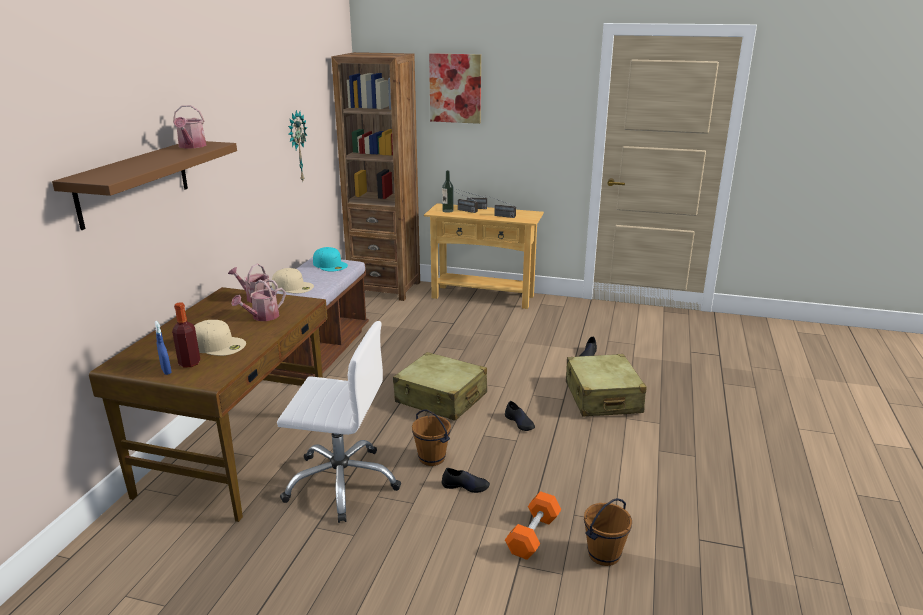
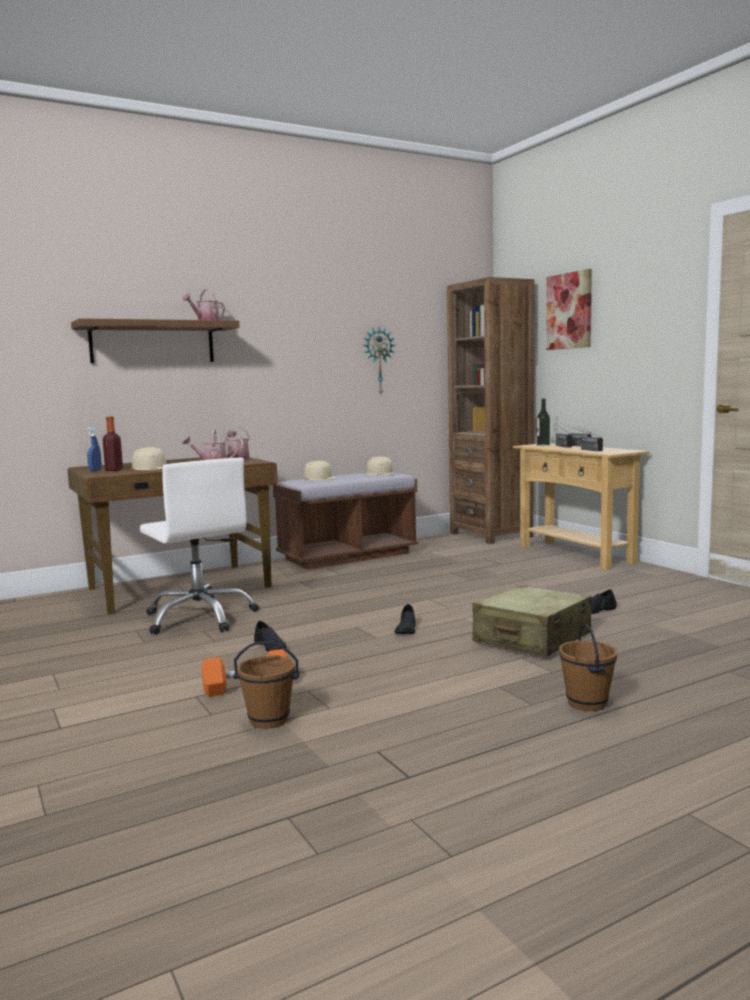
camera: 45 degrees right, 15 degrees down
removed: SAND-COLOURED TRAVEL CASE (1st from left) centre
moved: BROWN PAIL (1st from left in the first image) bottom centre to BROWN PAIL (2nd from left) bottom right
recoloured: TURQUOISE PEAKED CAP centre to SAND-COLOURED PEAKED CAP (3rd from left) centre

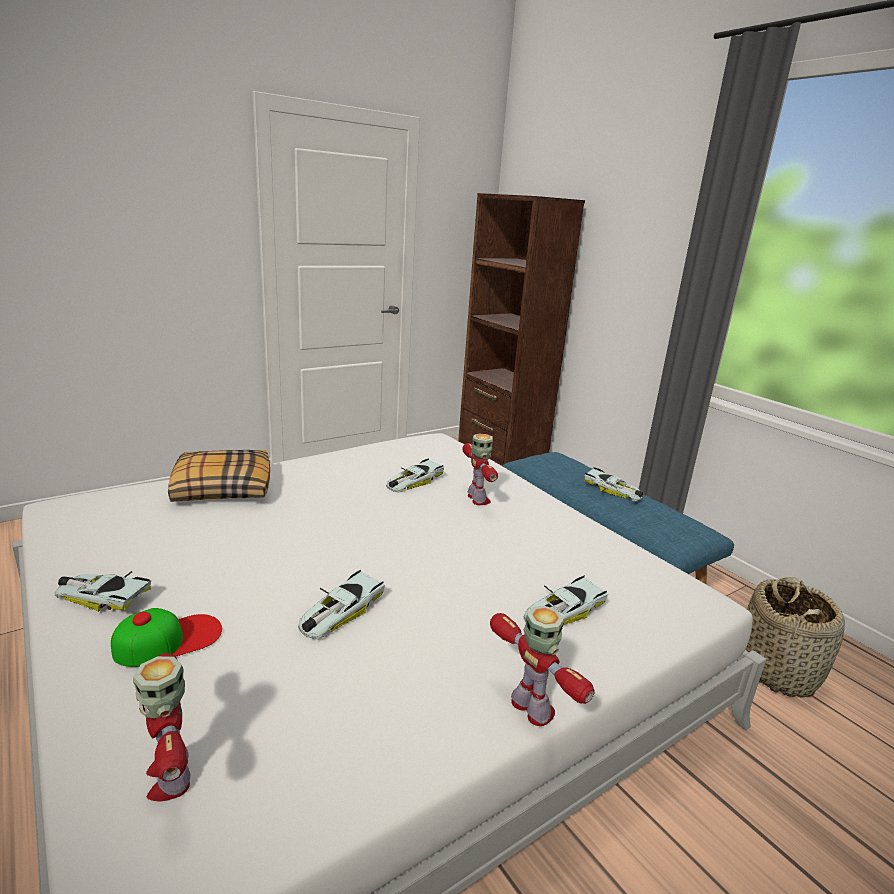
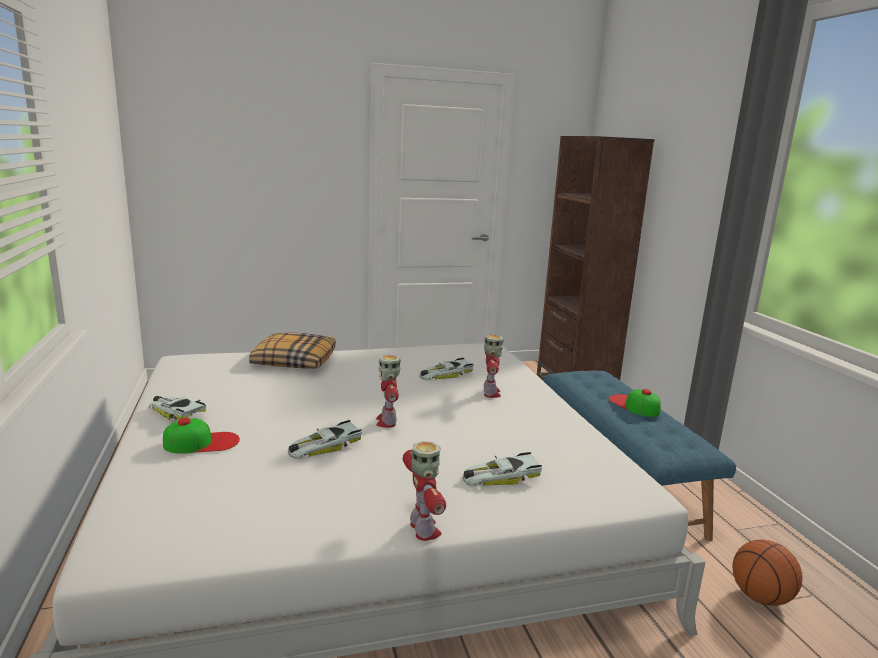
camera: 20 degrees right, 5 degrees down
moved: TOY ROBOT (1st from left) bottom left to centre
replaced: TOY CAR (5th from left) middle right to PEAKED CAP (2nd from left) middle right; STORAGE BASKET bottom right to BASKETBALL bottom right

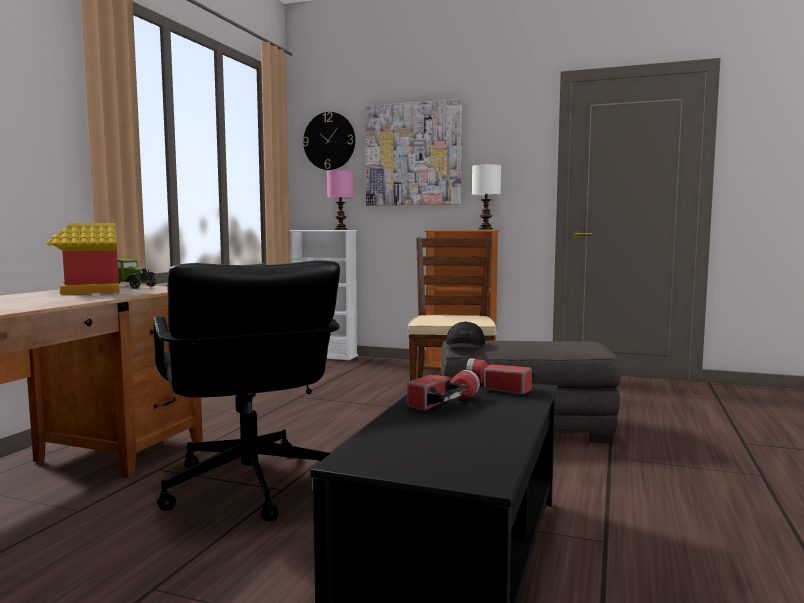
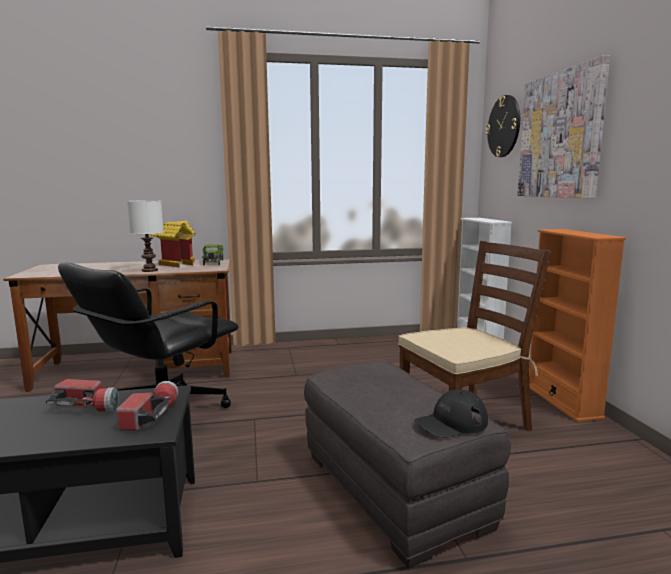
camera: 60 degrees right, 5 degrees up
removed: PINK-COLOURED TABLETOP LAMP top centre
moved: BLACK PEAKED CAP centre to bottom right; WHITE-COLOURED TABLETOP LAMP top centre to middle left

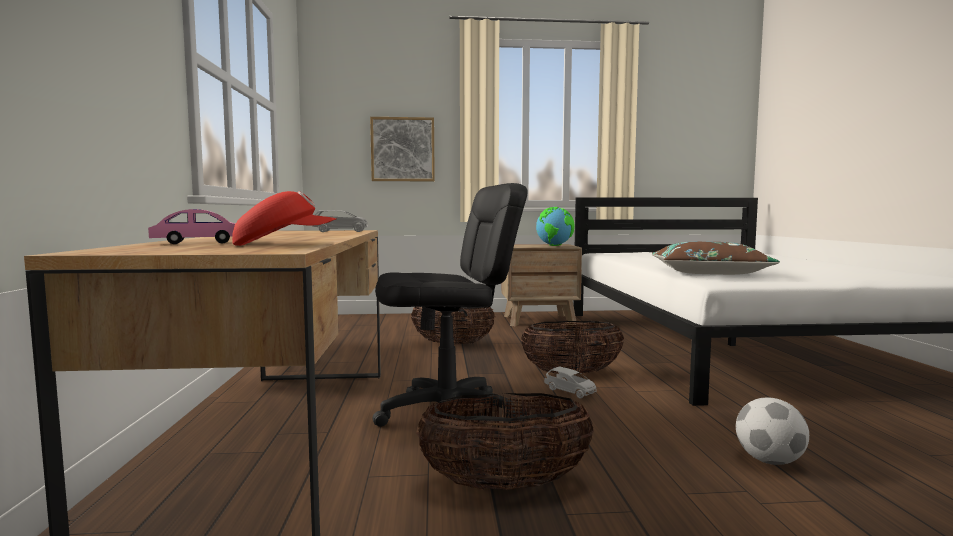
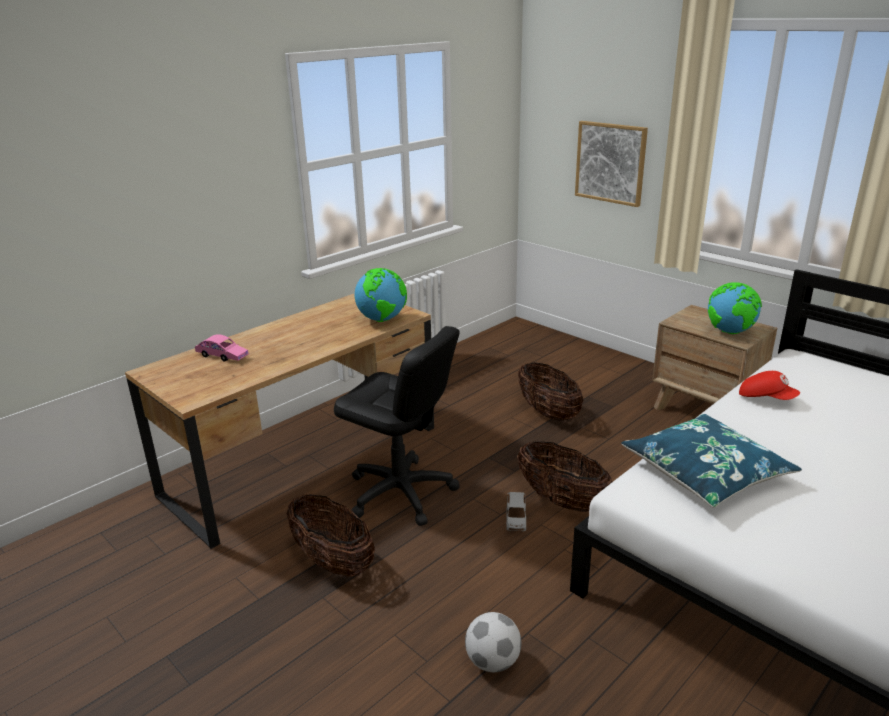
camera: 50 degrees right, 20 degrees up
moved: RED-COLOURED PEAKED CAP middle left to middle right
replaced: GREY TOY CAR (1st from left) centre to GLOBE (1st from left) centre
recoloured: BROWN CUSHION middle right to BLUISH CUSHION middle right

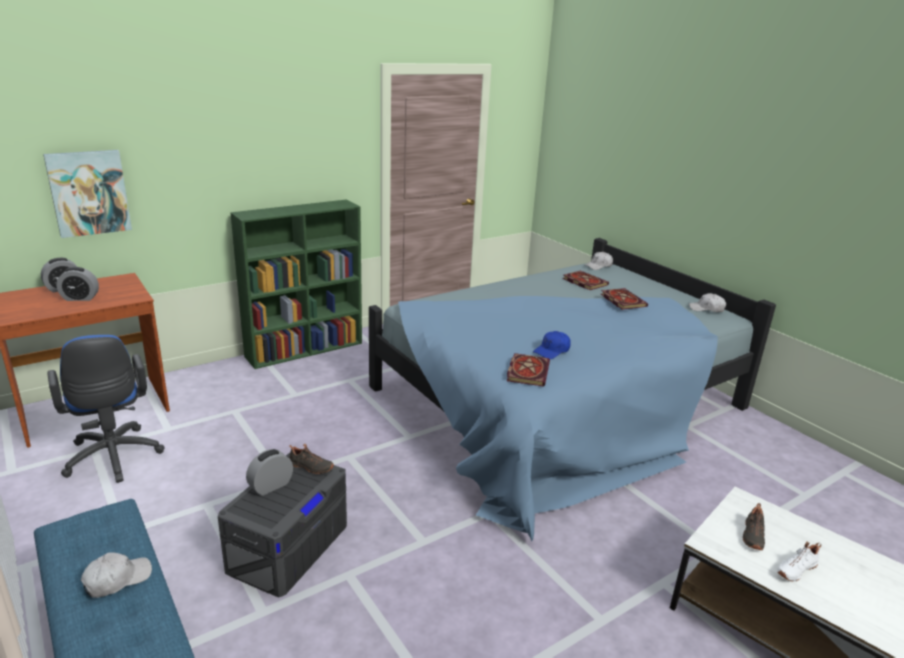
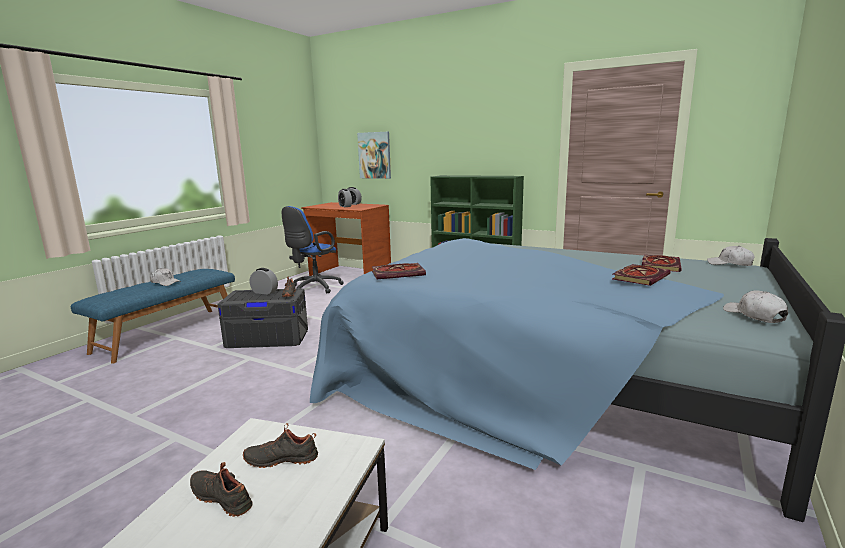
camera: 65 degrees right, 10 degrees down
removed: BLUISH PEAKED CAP centre
recoloured: WHITE-COLOURED SHOE bottom right to BLACK SHOE (1st from left) bottom left

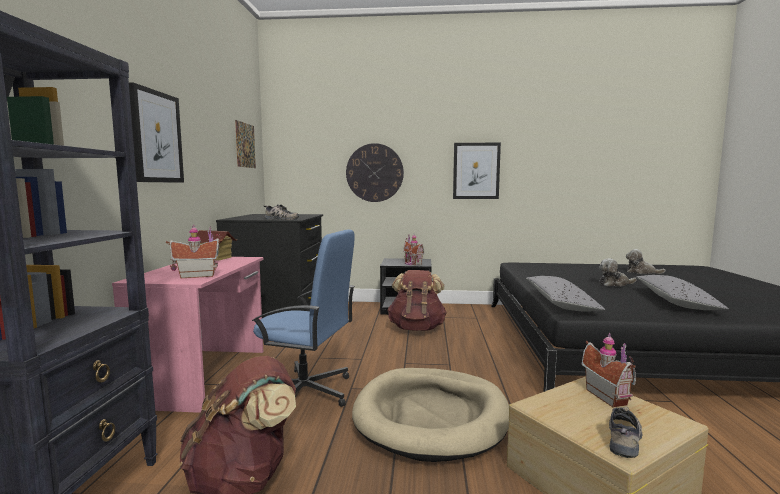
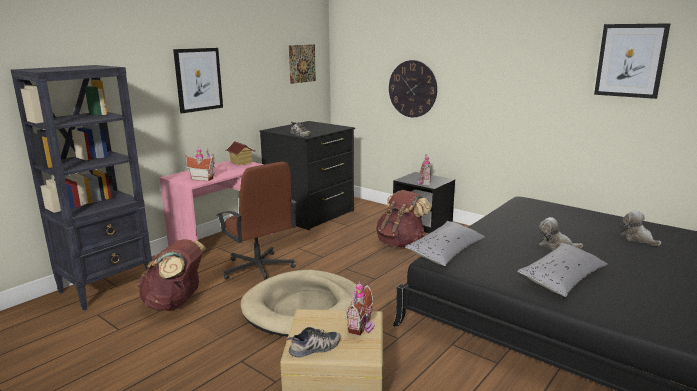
camera: 35 degrees right, 10 degrees up
moved: WALL PICTURE (3rd from left) centre to top right
recoloured: BLUISH COMPUTER CHAIR centre to BROWN COMPUTER CHAIR centre

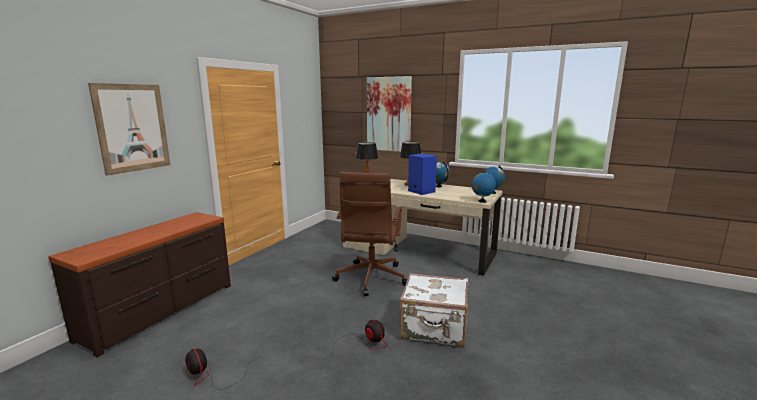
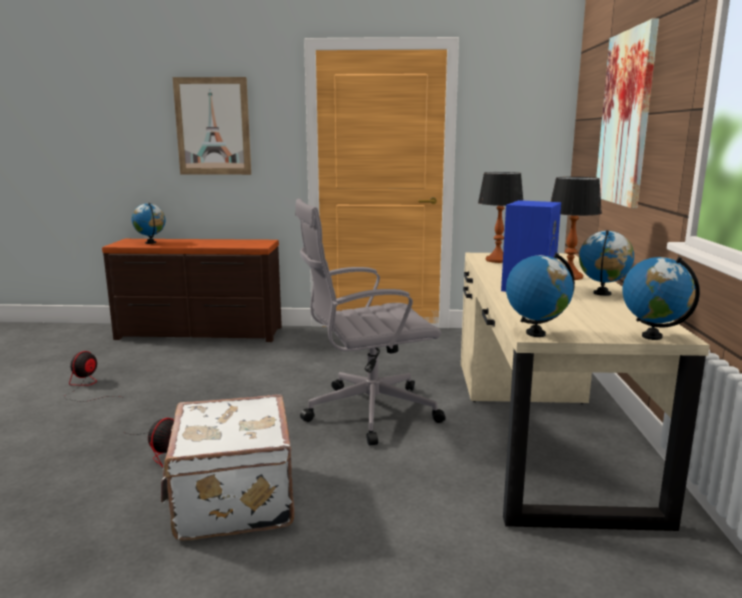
camera: 65 degrees right, 0 degrees up
added: GLOBE (1st from left) middle left
recoloured: BROWN COMPUTER CHAIR centre to GREY COMPUTER CHAIR centre

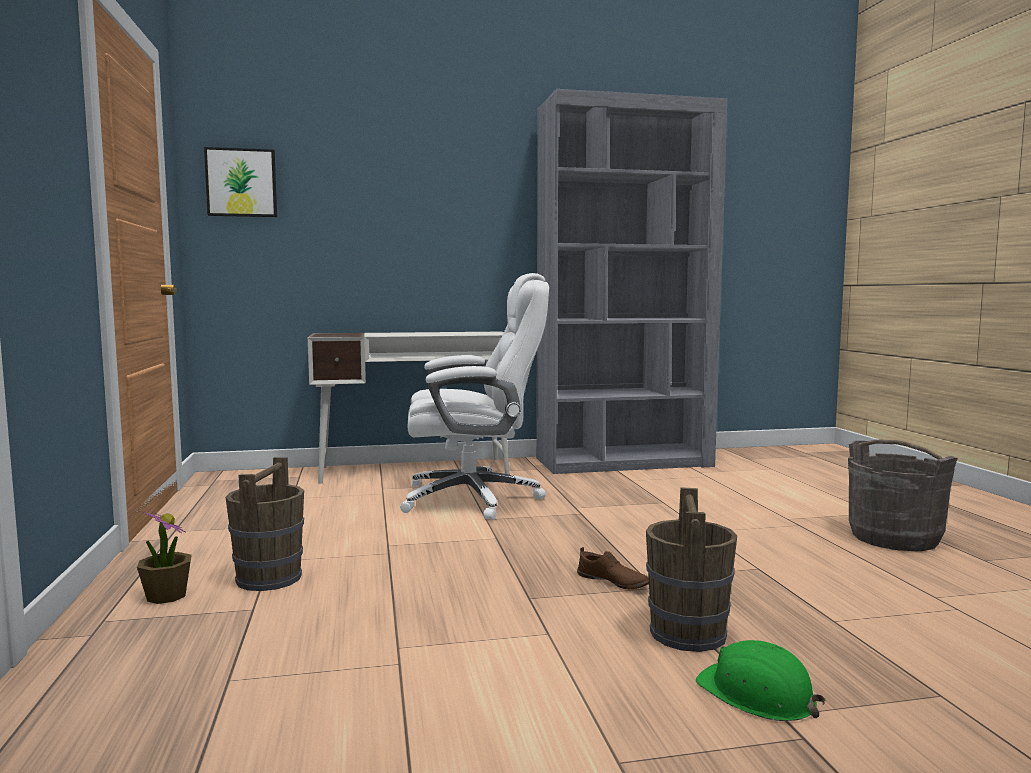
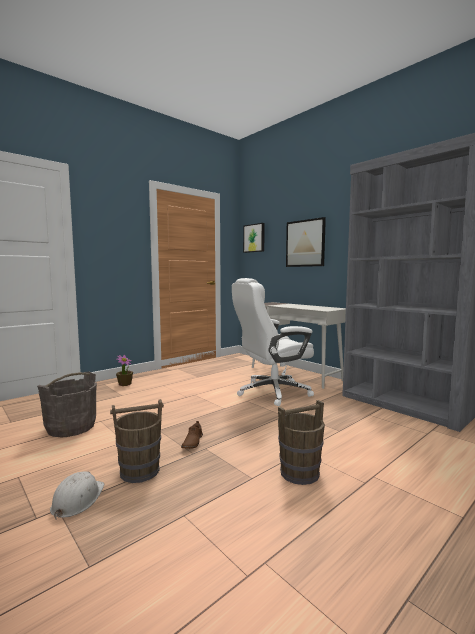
camera: 60 degrees right, 0 degrees up
added: WALL PICTURE (2nd from left) centre
moved: BROWN PAIL (1st from left in the first image) bottom left to BROWN PAIL (2nd from left) bottom centre; GREY PAIL middle right to middle left
recoloured: GREEN WORK HELMET bottom right to WHITE-COLOURED WORK HELMET bottom left
turned: WHITE-COLOURED COMPUTER CHAIR centre = centre 105 degrees clockwise

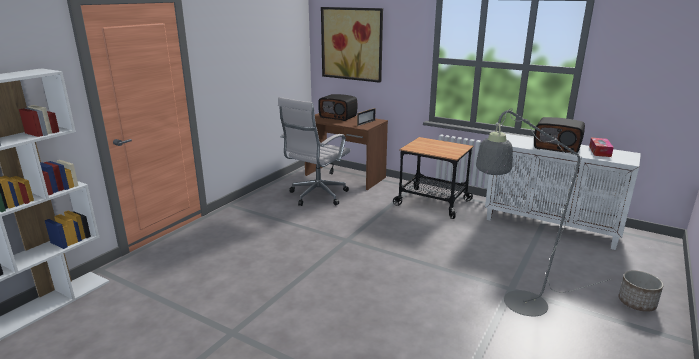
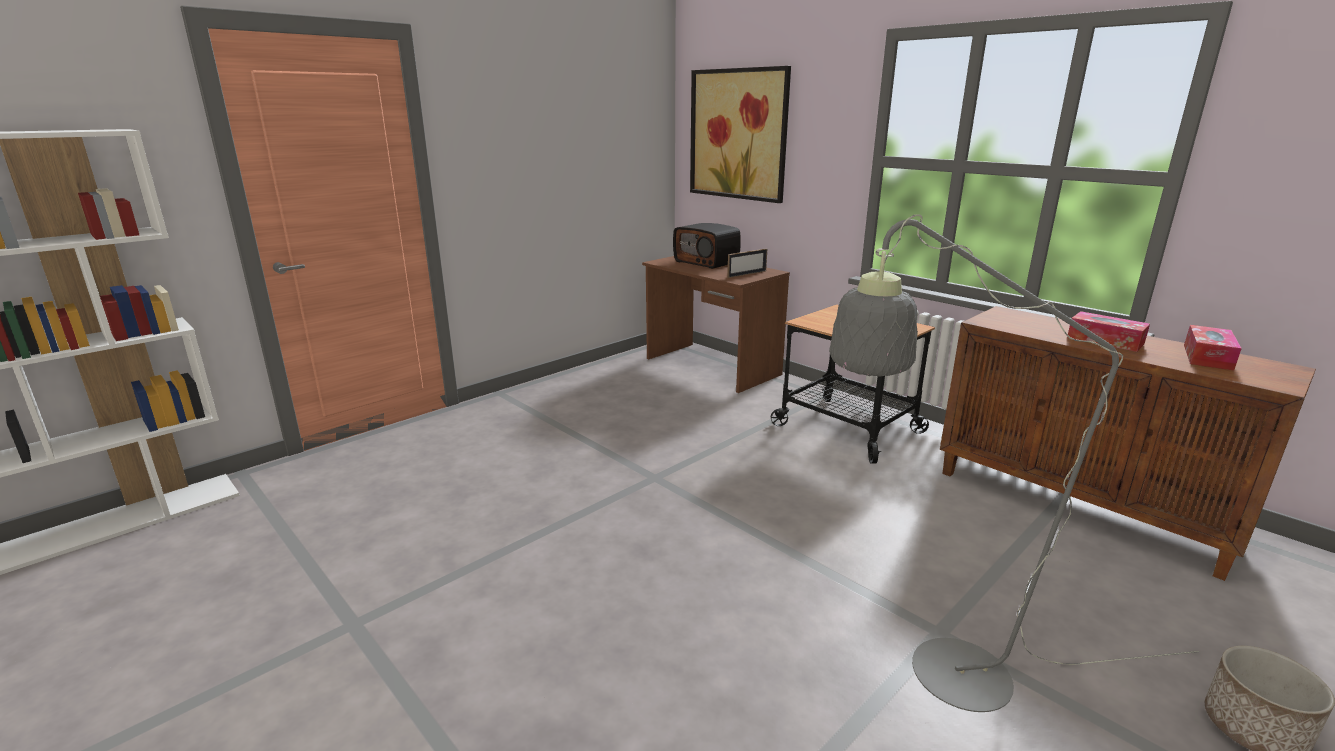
camera: 15 degrees right, 0 degrees up
removed: WHITE-COLOURED COMPUTER CHAIR centre
replaced: RADIO RECEIVER (2nd from left) middle right to TISSUE BOX (1st from left) middle right
recoloured: WHITE-COLOURED CUPBOARD middle right to BROWN CUPBOARD middle right

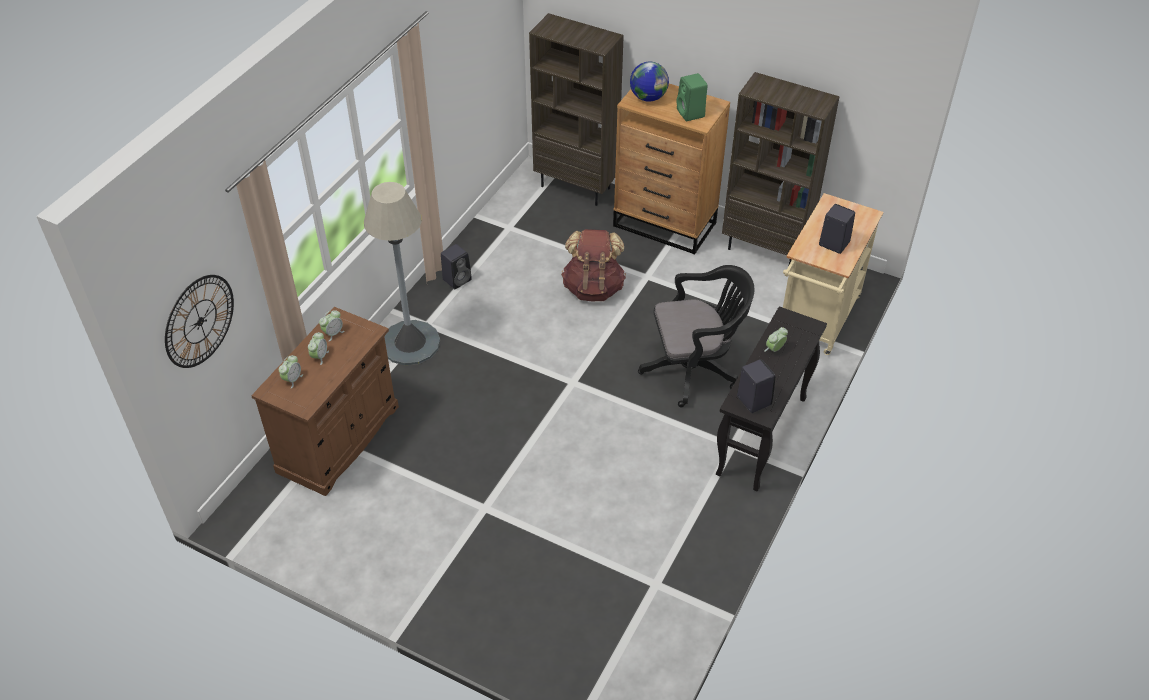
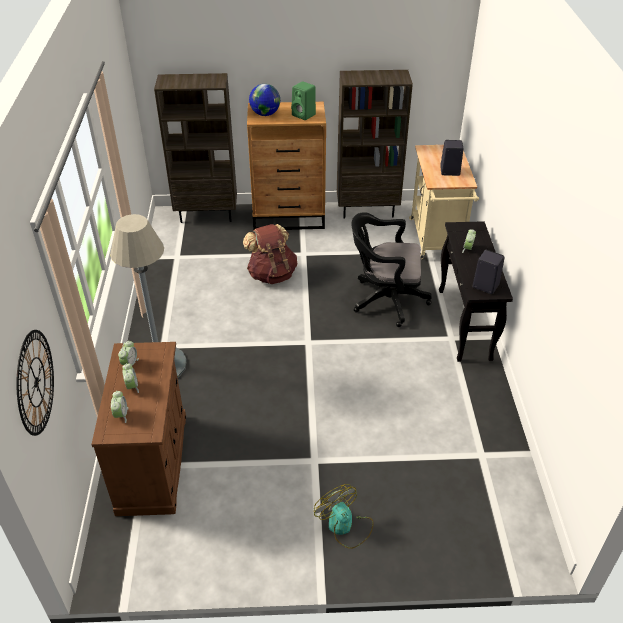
camera: 30 degrees left, 5 degrees down
removed: BLACK AUDIO SPEAKER (1st from left) centre
added: COOLING FAN bottom centre
turned: BLACK COMPUTER CHAIR centre = centre 135 degrees counterclockwise

